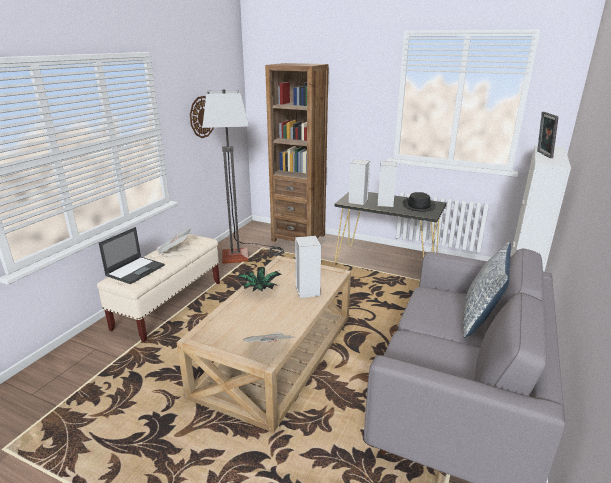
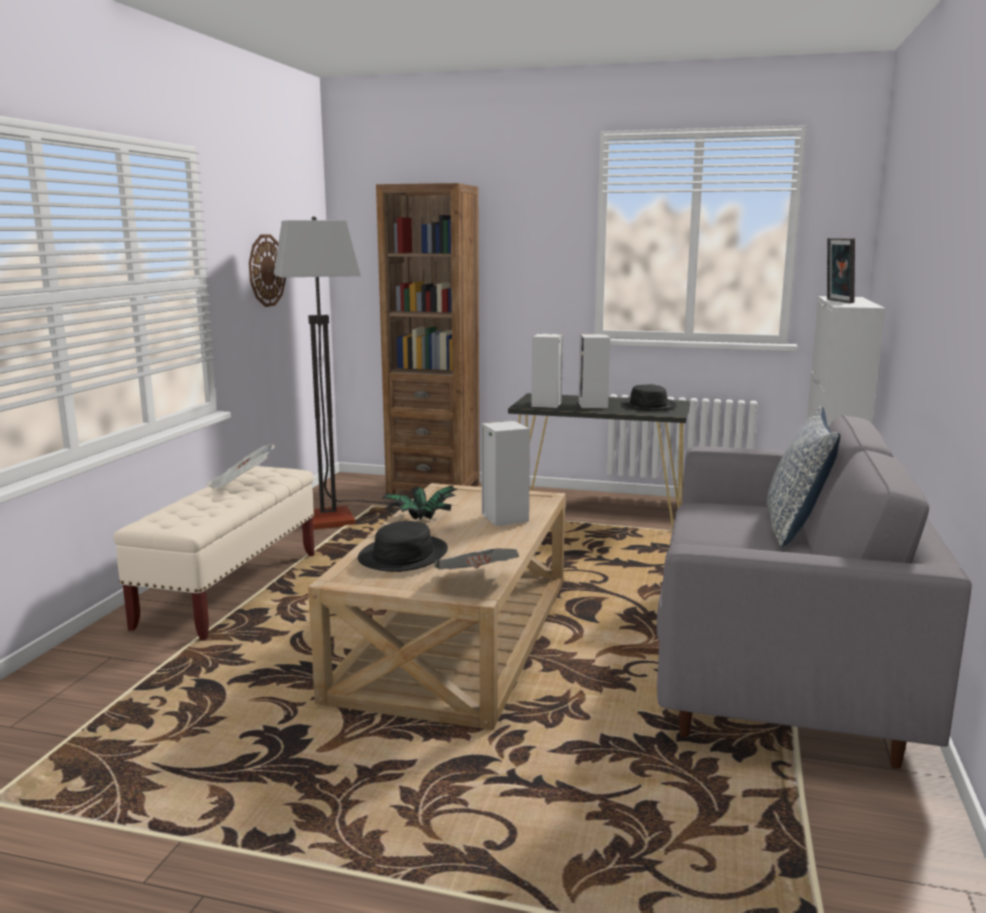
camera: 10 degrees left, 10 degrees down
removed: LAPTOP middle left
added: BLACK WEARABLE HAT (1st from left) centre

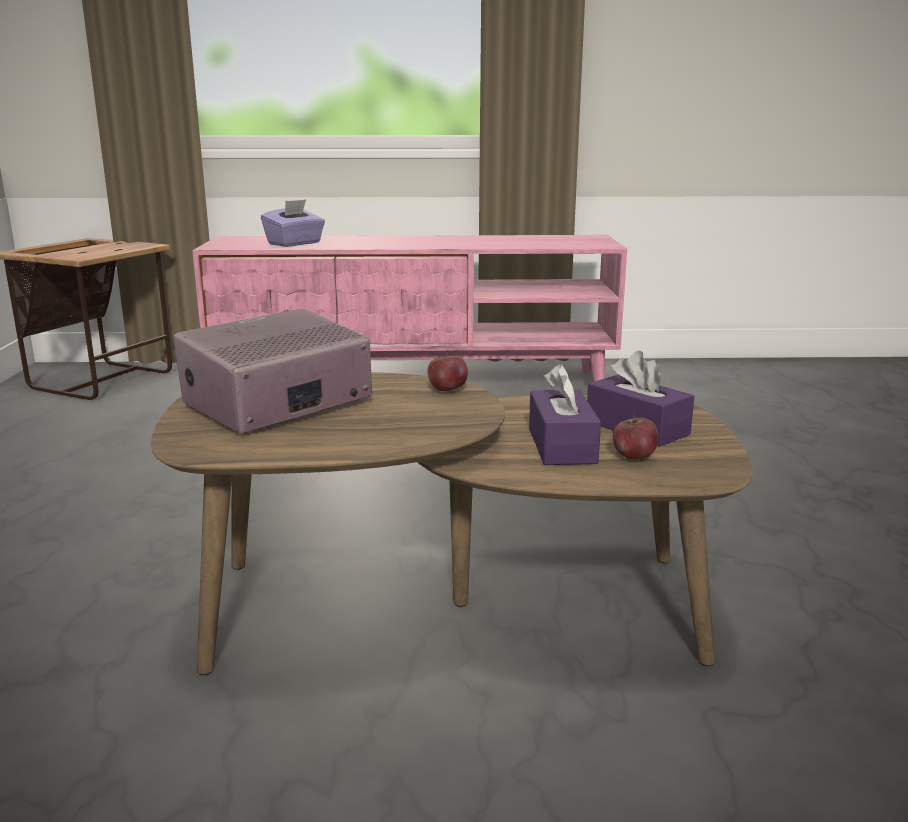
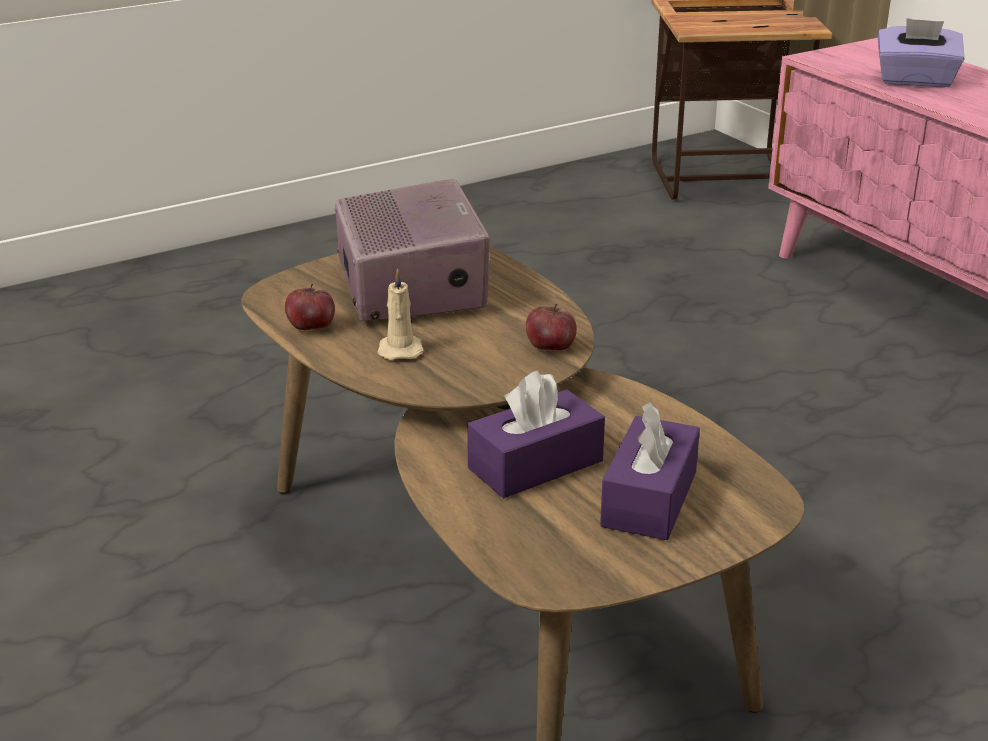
camera: 60 degrees right, 10 degrees up
added: SAND-COLOURED CANDLE centre
moved: WHOLE APPLE (2nd from left in the first image) middle right to WHOLE APPLE (1st from left) middle left
turned: RADIO RECEIVER middle left = centre 60 degrees clockwise

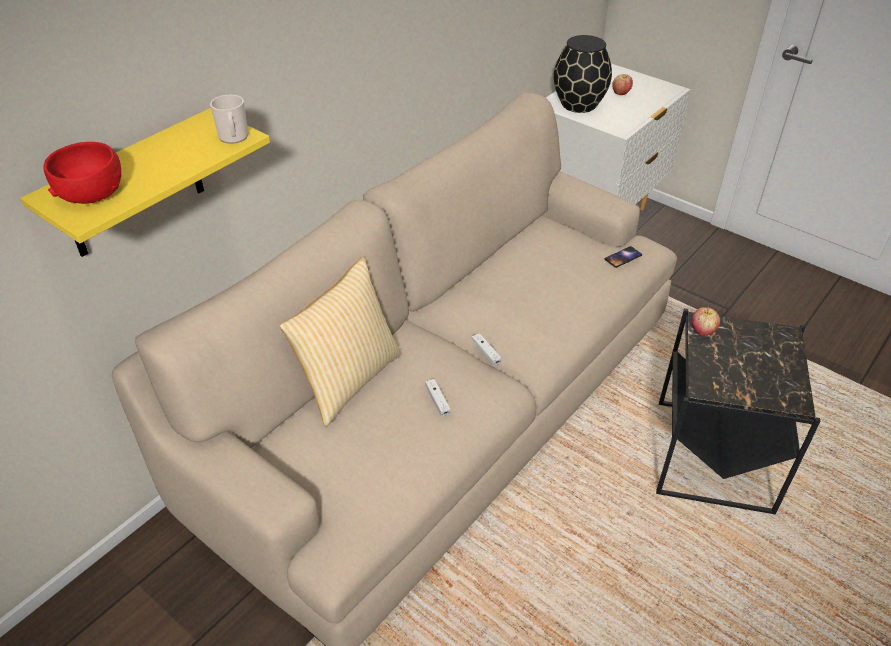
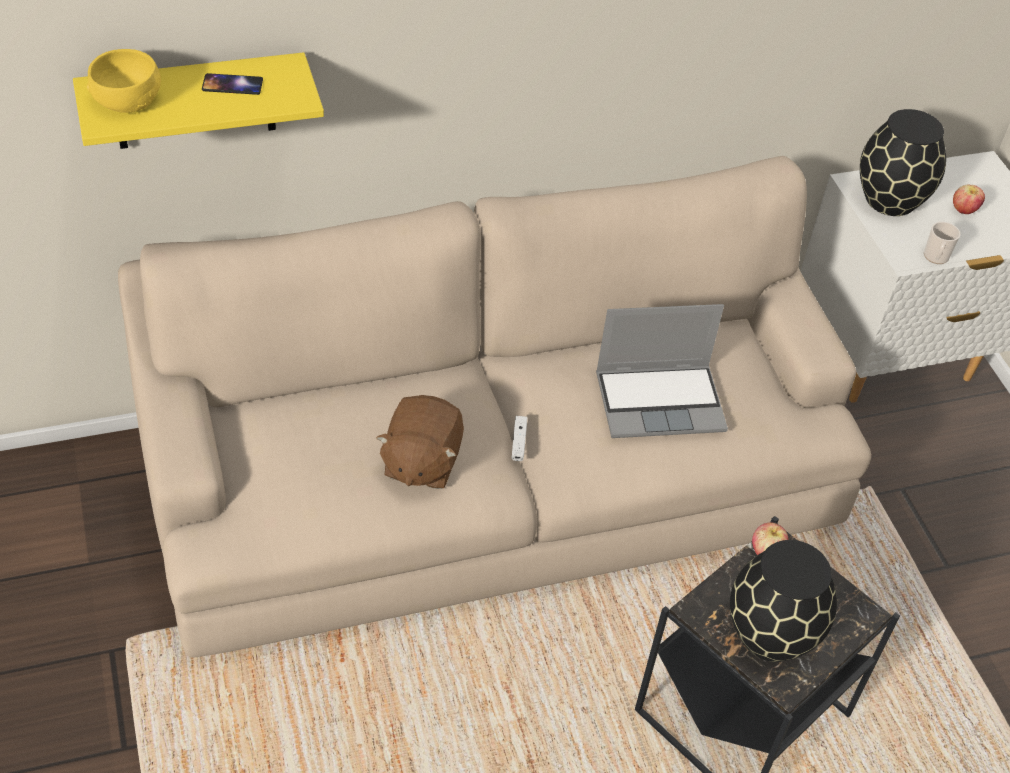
camera: 30 degrees right, 5 degrees up
removed: CUSHION centre
added: LAPTOP centre; BLACK FLOWER VASE (1st from left) bottom right
moved: TEA MUG top left to top right; HANDSET middle right to top left
replaced: WHITE-COLOURED JOYPAD (1st from left) centre to BROWN SOFT TOY centre
recoloured: RED-COLOURED SERVING BOWL top left to YELLOW SERVING BOWL top left

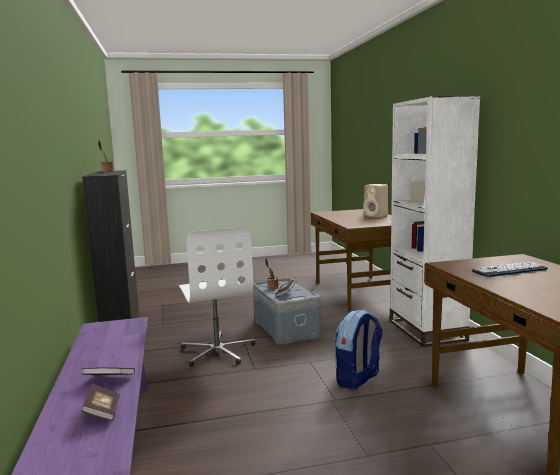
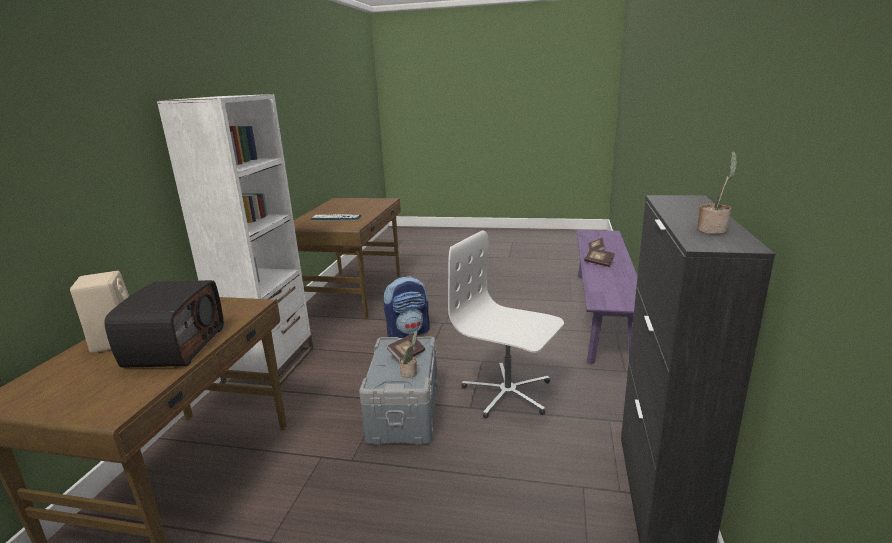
camera: 155 degrees left, 10 degrees up
added: RADIO RECEIVER middle left
turned: WHITE-COLOURED COMPUTER CHAIR centre = centre 60 degrees counterclockwise

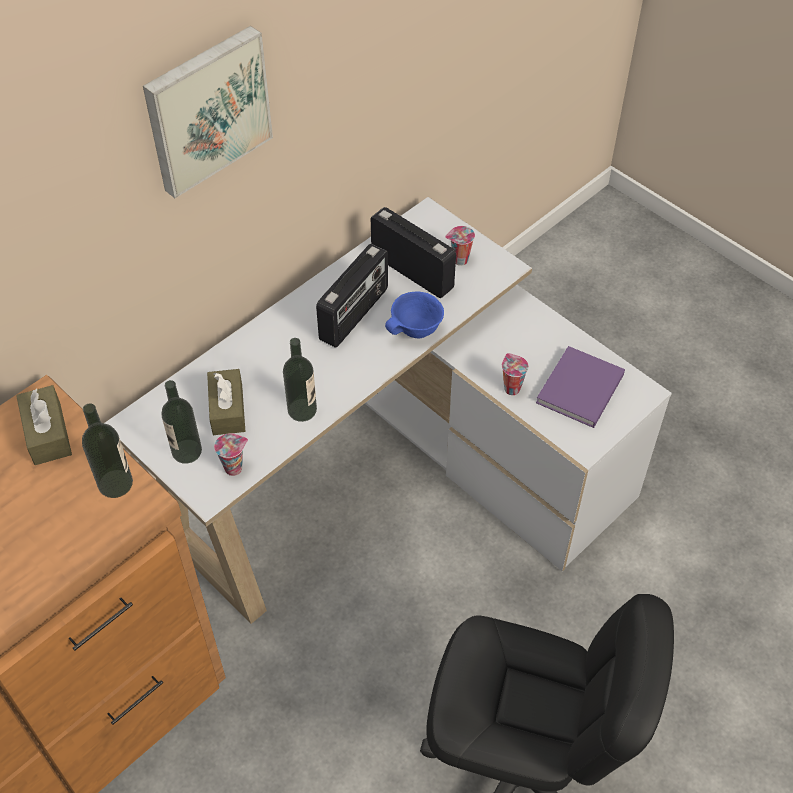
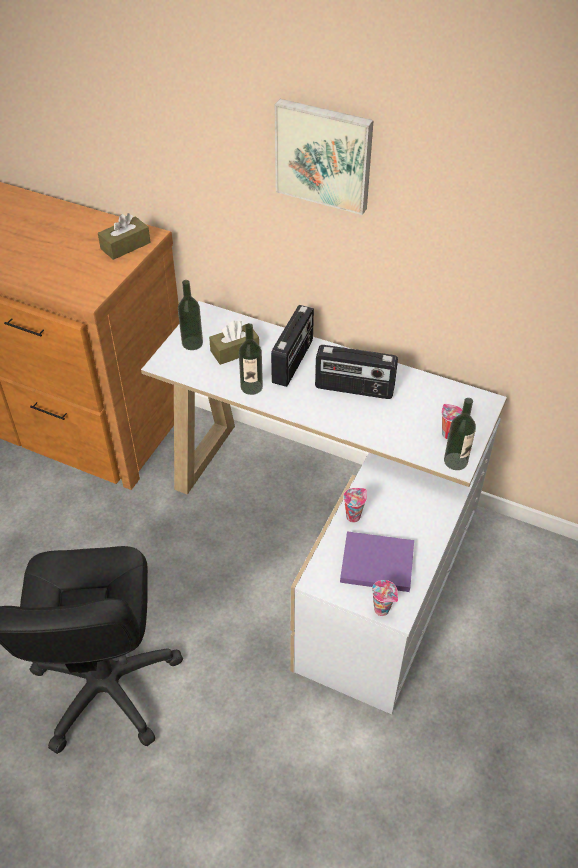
camera: 70 degrees right, 5 degrees down
removed: BLUISH SERVING BOWL centre
moved: BOTTLE (1st from left in the first image) middle left to BOTTLE (3rd from left) middle right; DRINKING CUP (1st from left in the first image) middle left to DRINKING CUP (2nd from left) bottom centre; RADIO RECEIVER (2nd from left in the first image) top centre to RADIO RECEIVER (1st from left) centre

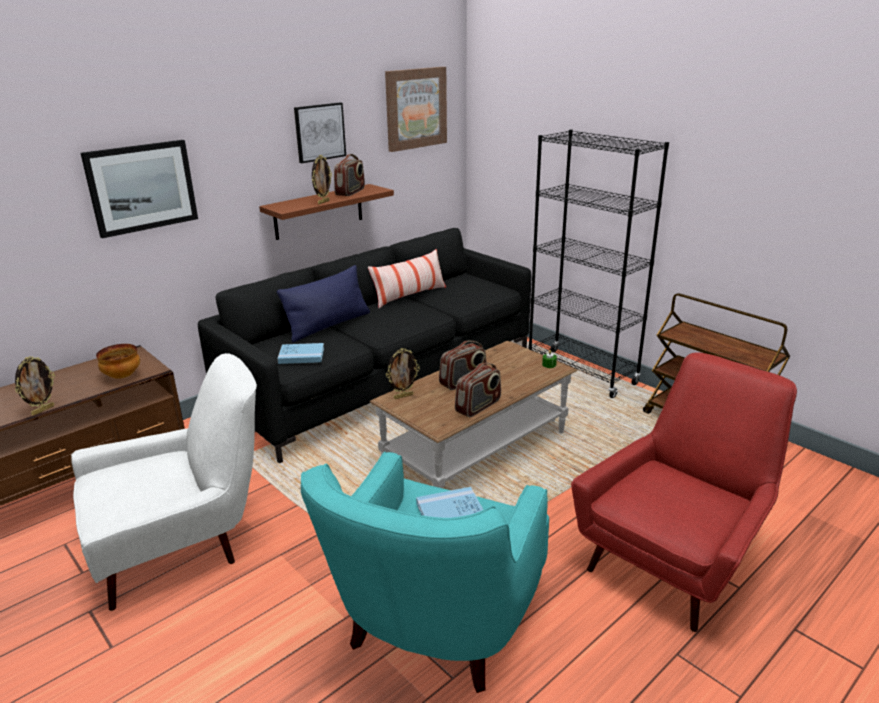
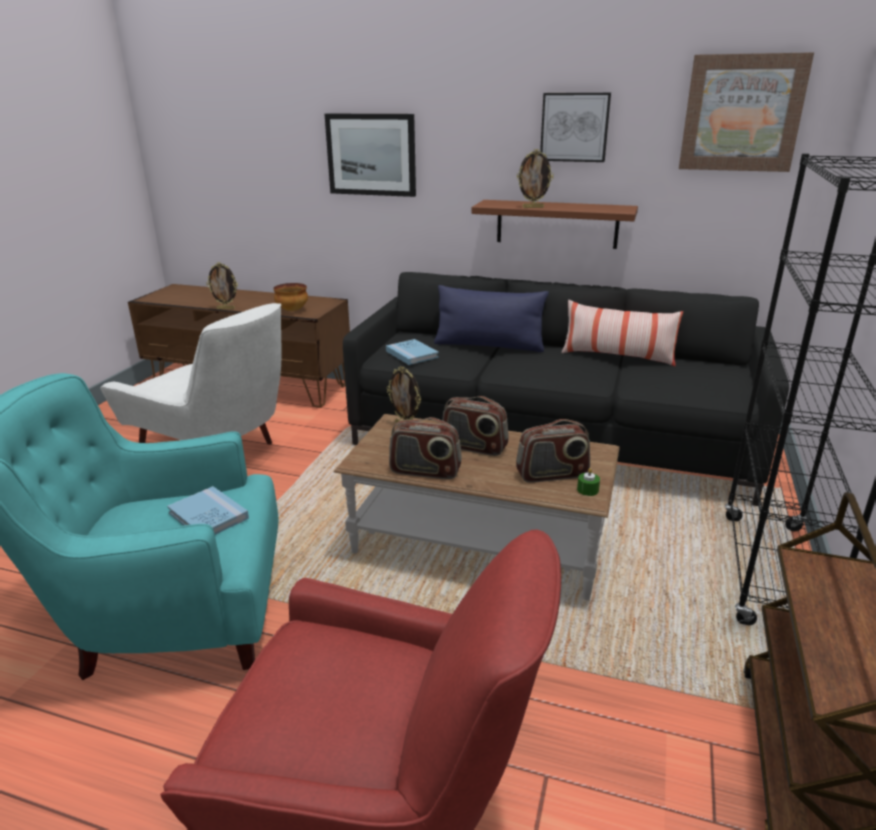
camera: 60 degrees right, 0 degrees up
moved: RADIO RECEIVER (1st from left in the first image) top centre to RADIO RECEIVER (3rd from left) centre

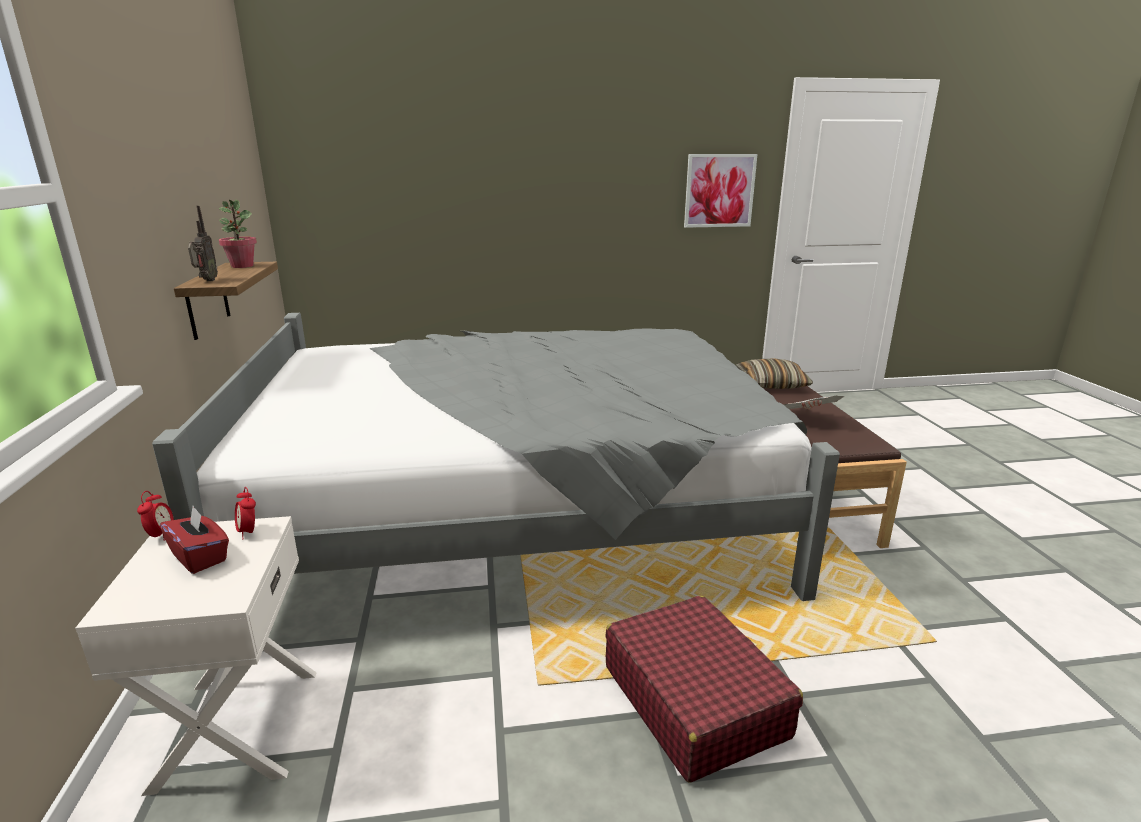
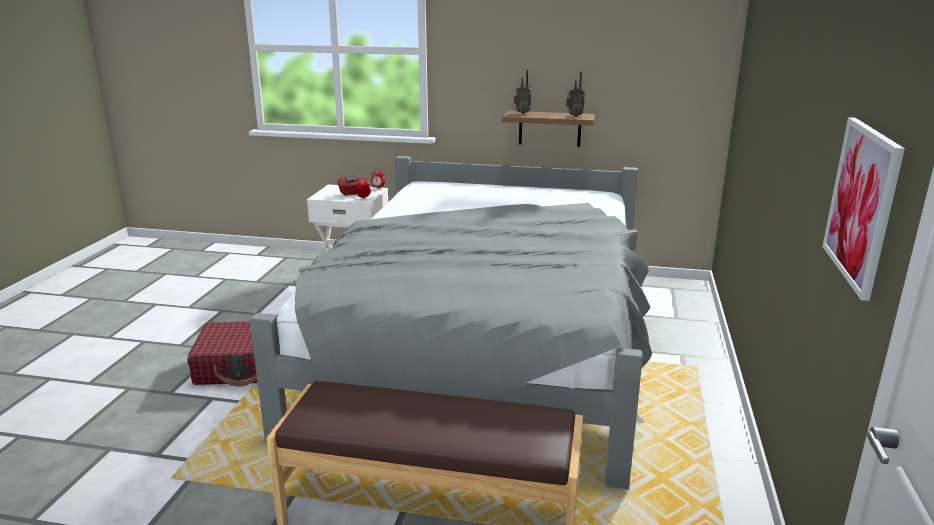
camera: 110 degrees right, 0 degrees up
removed: CUSHION middle right; DAILY PAPER middle right
replaced: HOUSEPLANT top left to RADIO RECEIVER (2nd from left) top centre

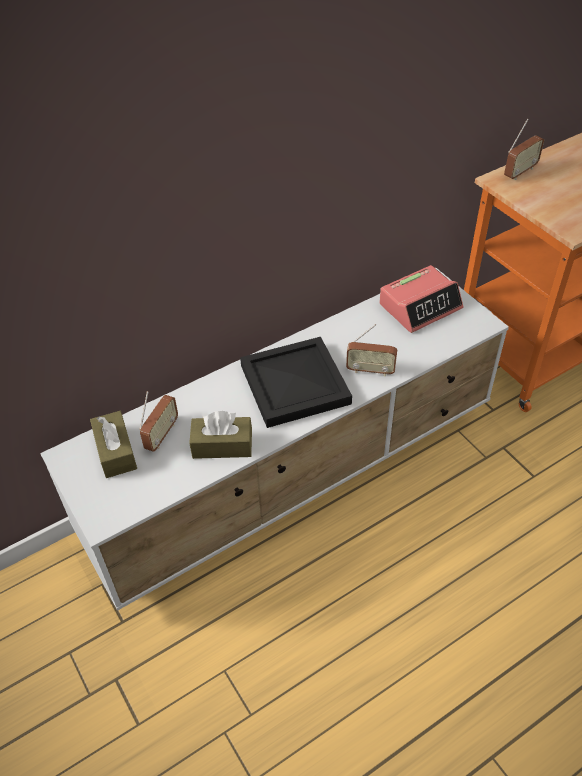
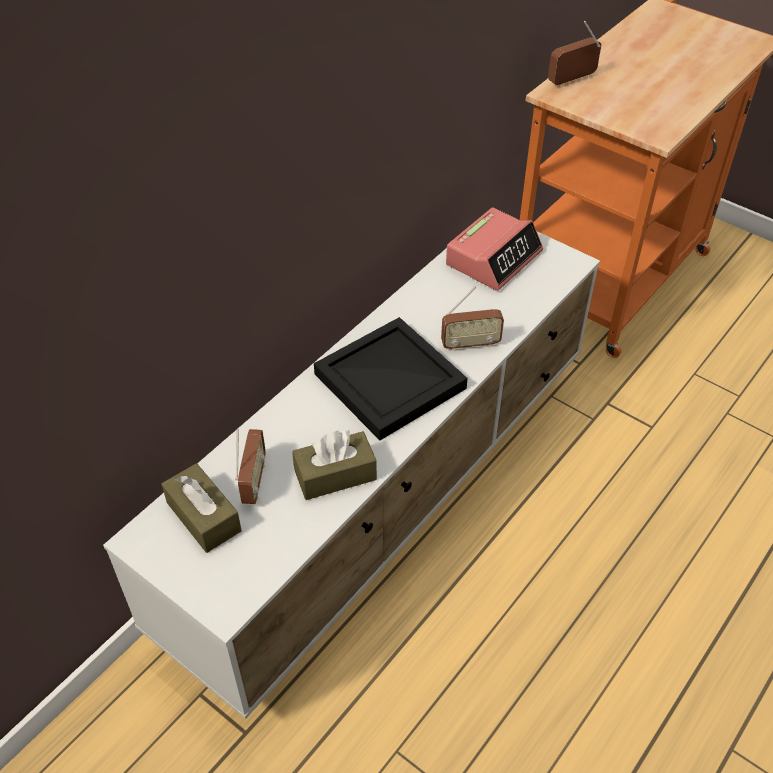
camera: 20 degrees left, 0 degrees up
turned: RADIO RECEIVER (3rd from left) top right = top right 150 degrees counterclockwise

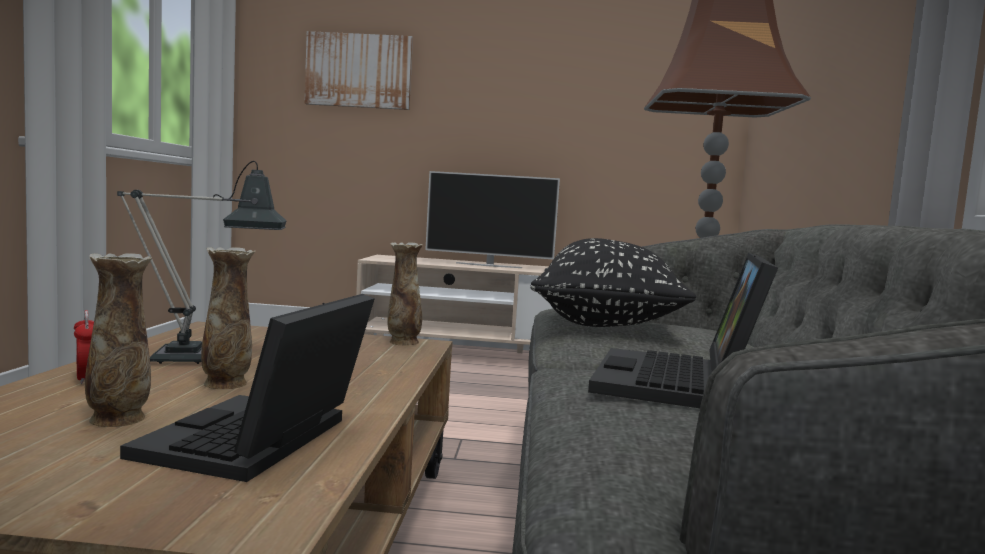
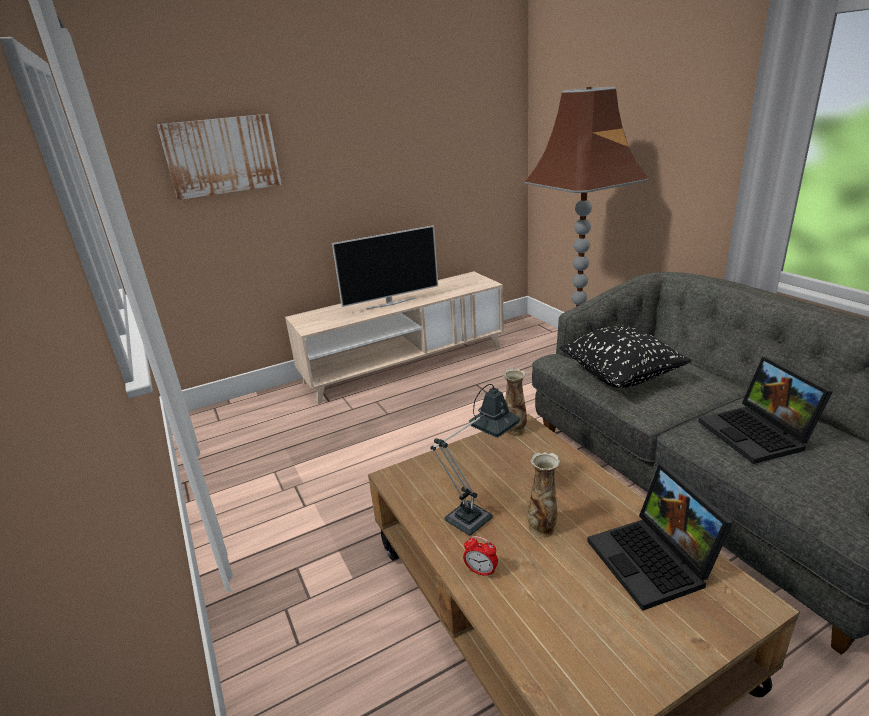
camera: 30 degrees left, 20 degrees up
removed: FLOWER VASE (1st from left) middle left

